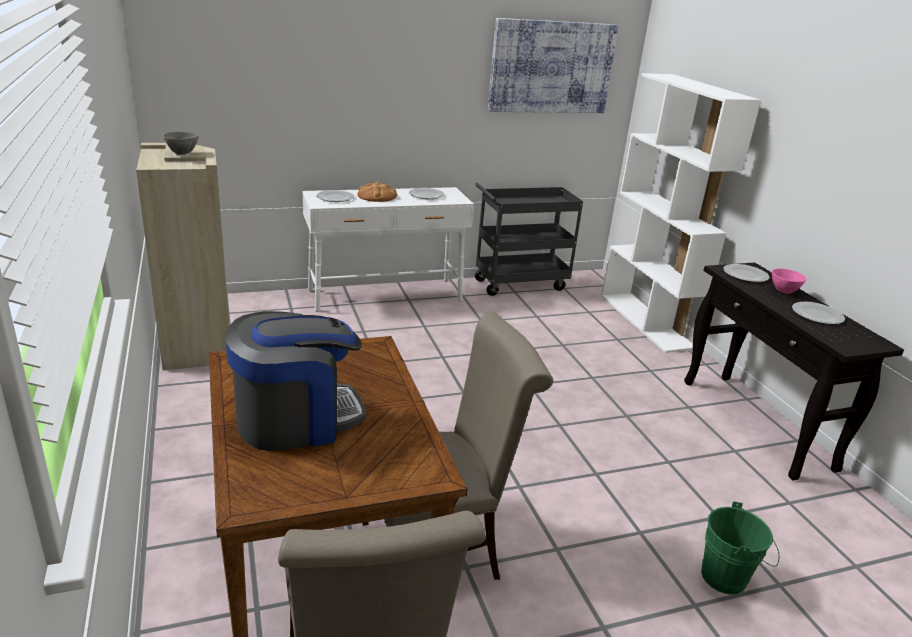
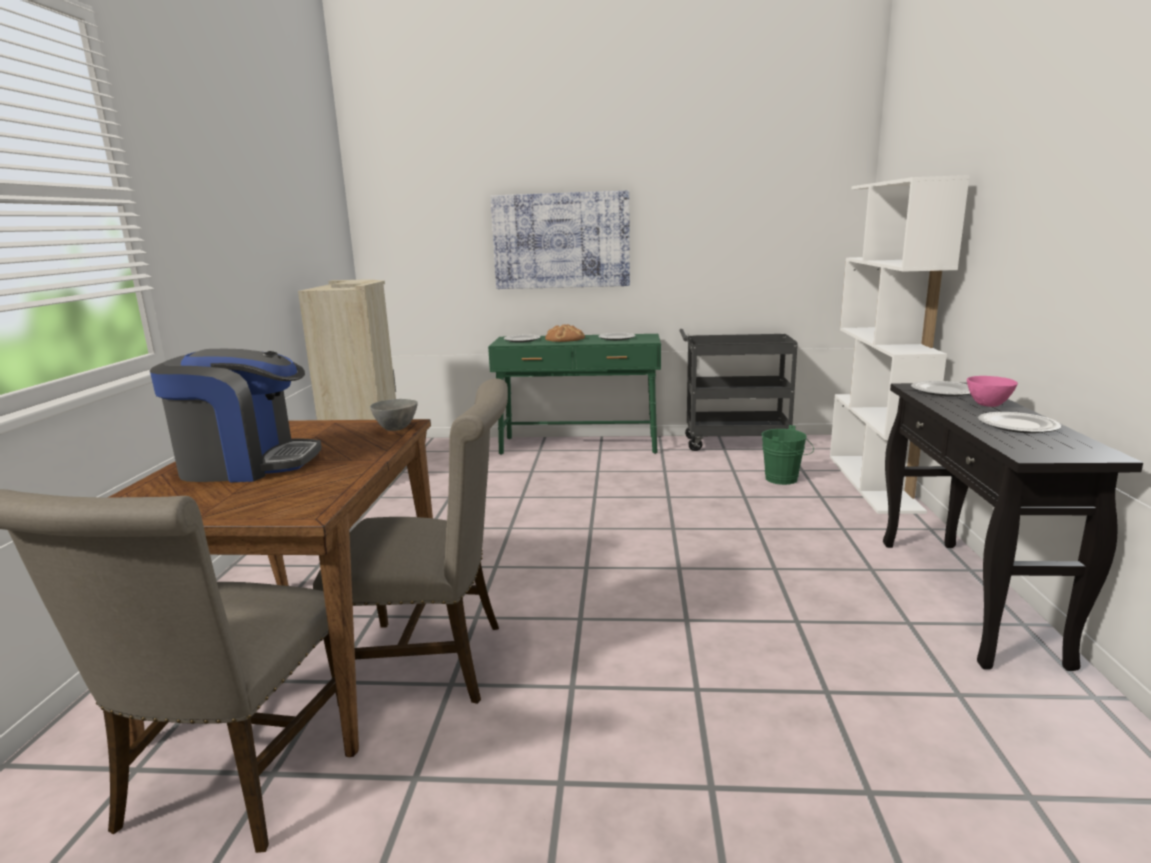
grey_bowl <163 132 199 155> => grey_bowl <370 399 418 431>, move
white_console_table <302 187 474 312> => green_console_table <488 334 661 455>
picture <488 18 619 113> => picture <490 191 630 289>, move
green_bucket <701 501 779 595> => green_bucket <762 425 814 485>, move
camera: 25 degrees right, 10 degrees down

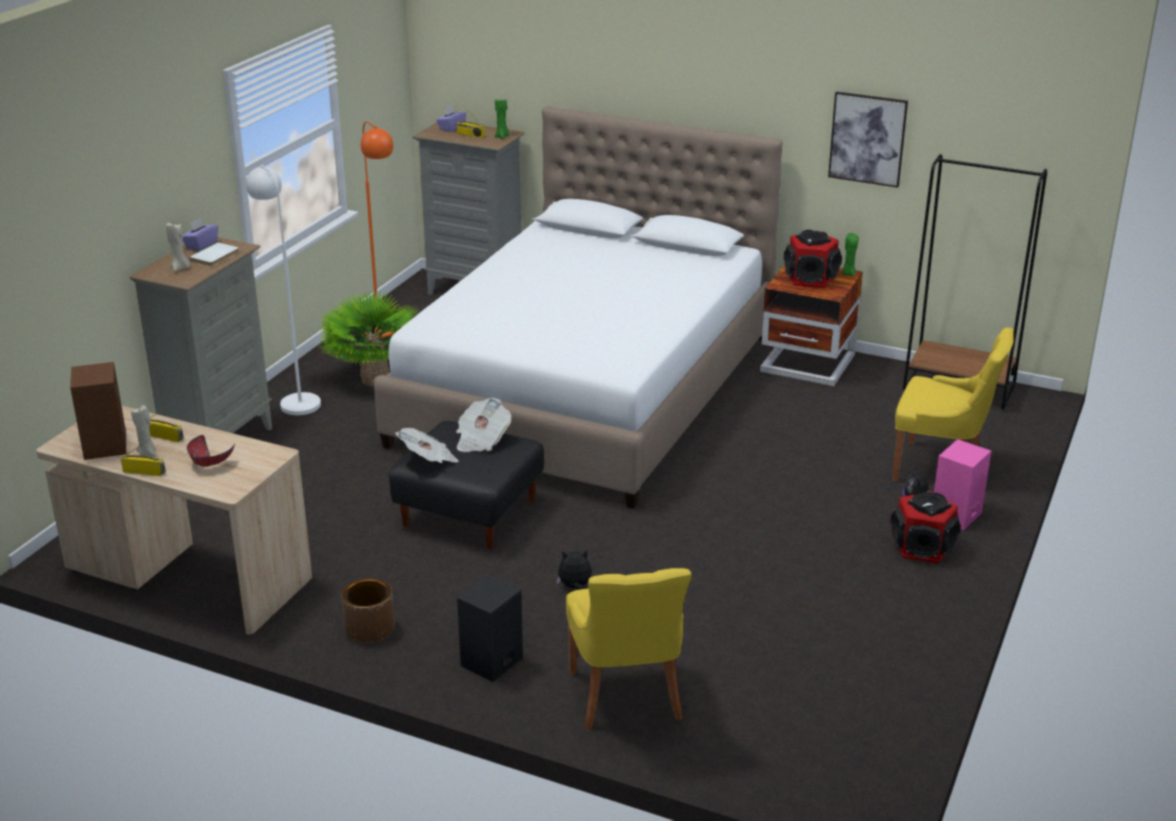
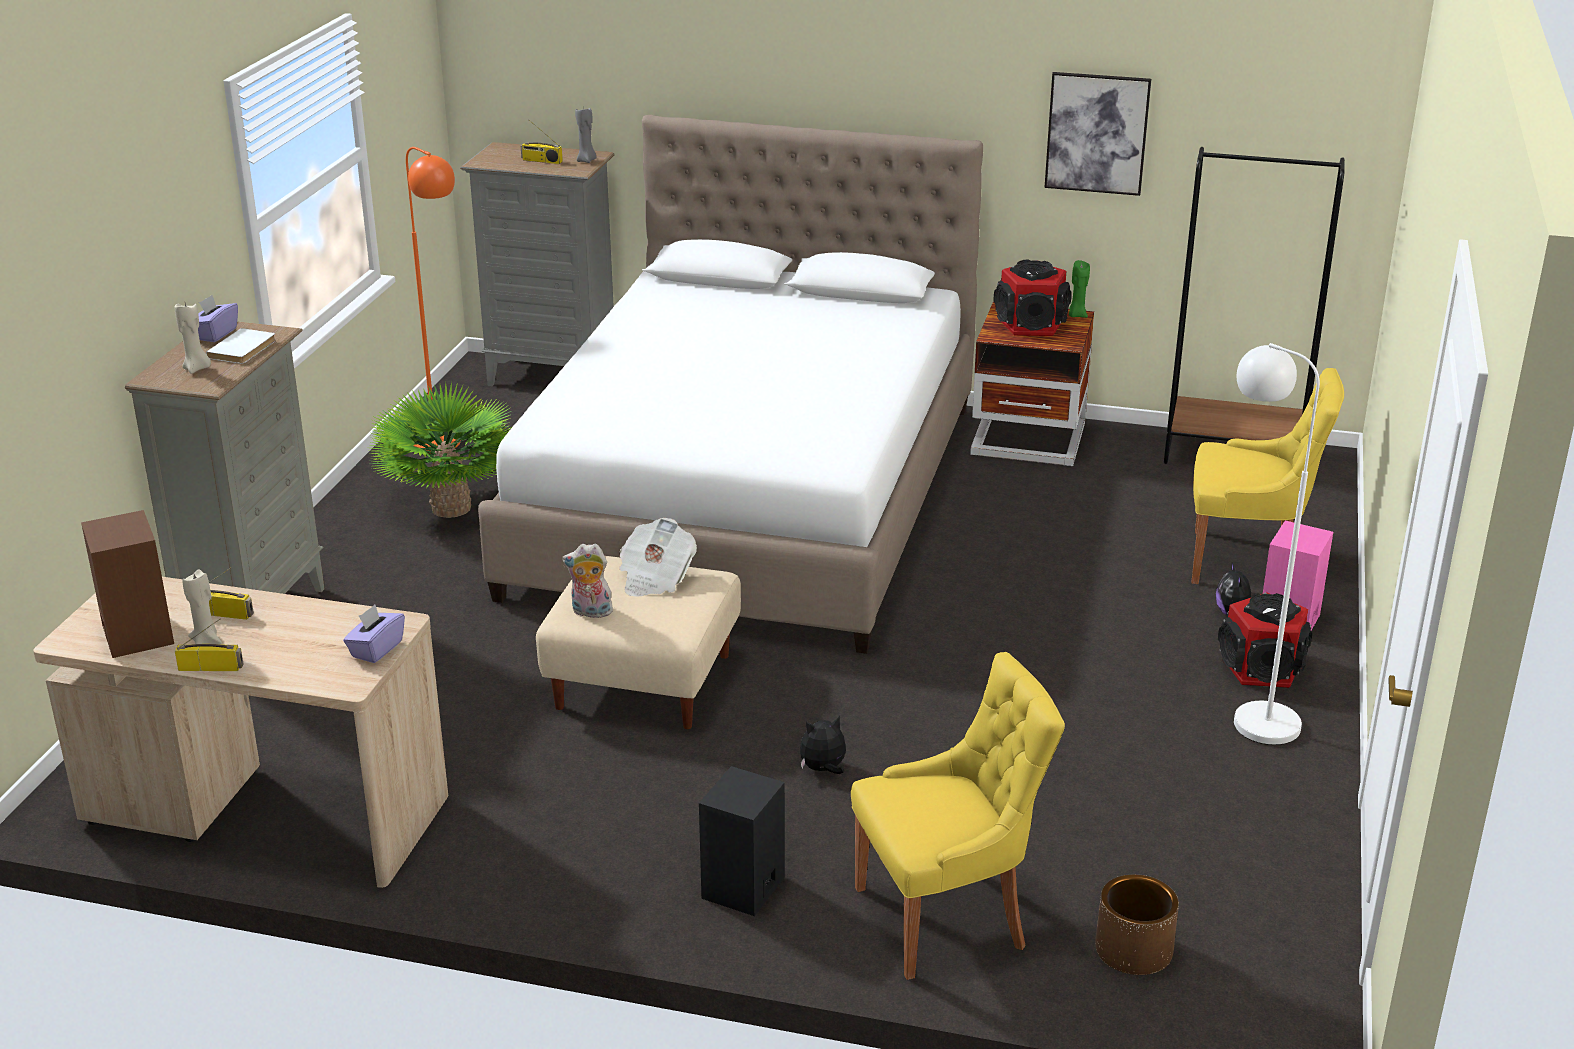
purple_tissue_box <436 106 466 132> => purple_tissue_box <343 605 405 663>, move
black_ottoman <389 421 544 549> => beige_ottoman <536 556 741 729>
newspaper <395 428 459 463> => plush_toy <562 544 615 618>
green_candle <495 99 510 139> => grey_candle <575 107 597 163>
yellow_chair <566 568 692 730> => yellow_chair <851 652 1065 980>, 90 degrees counterclockwise
brown_planter <341 578 395 643> => brown_planter <1095 874 1179 975>, move
white_floor_lamp <246 165 321 416> => white_floor_lamp <1234 343 1320 745>, move
red_bowl <187 435 235 467> => nothing
camera: 10 degrees left, 0 degrees up

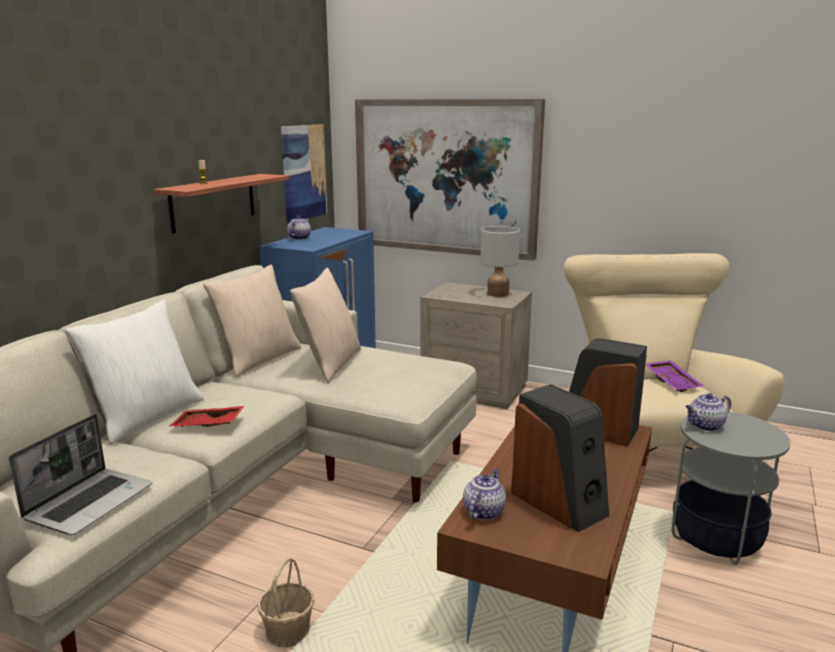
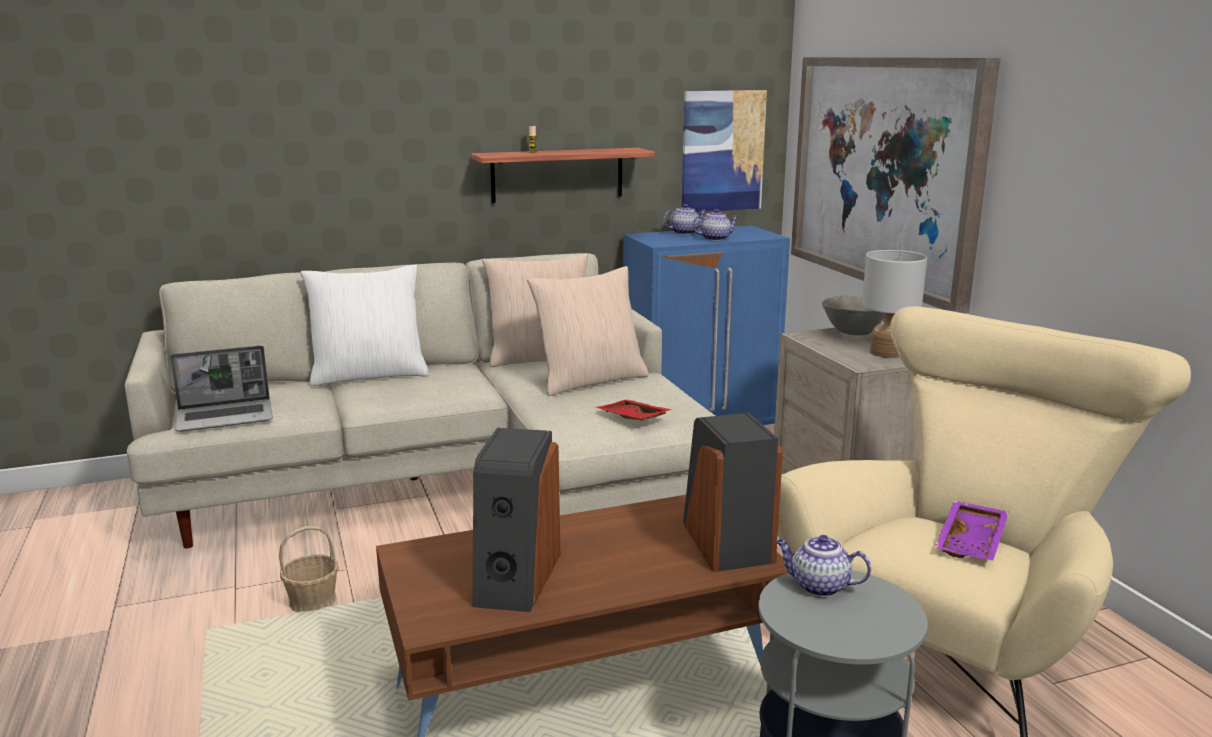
red_tray <169 406 245 427> => red_tray <596 399 673 420>, move
teapot <463 469 506 520> => teapot <692 209 739 241>, move
nothing => grey_bowl <822 296 884 335>
camera: 45 degrees right, 0 degrees up

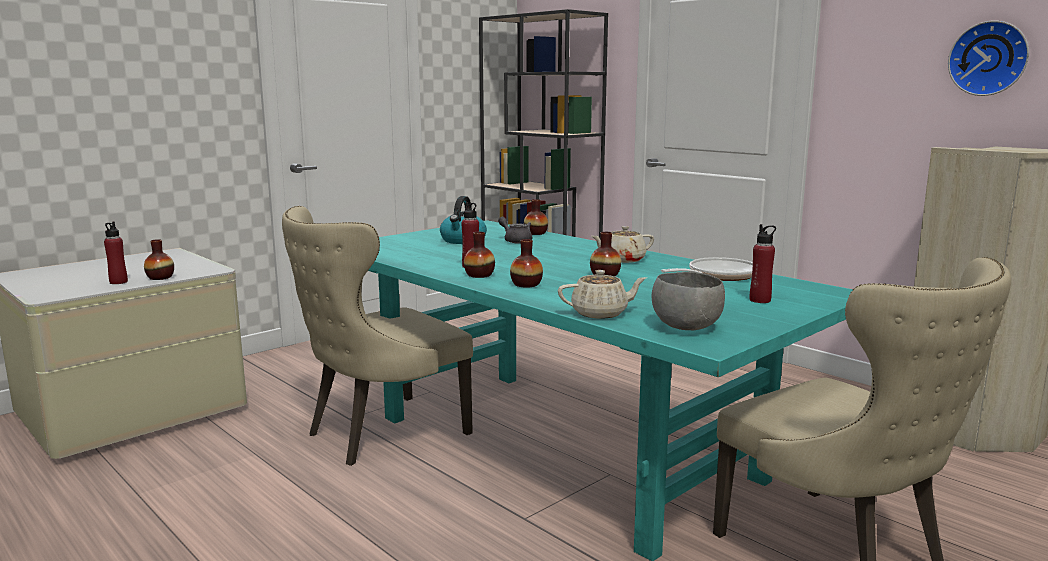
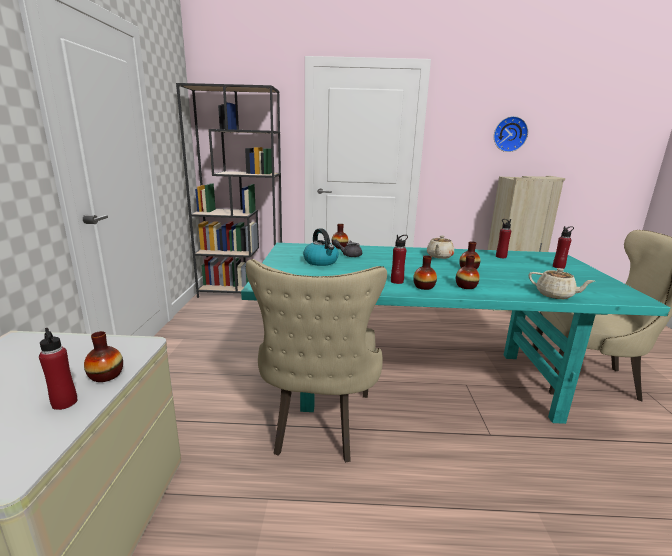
frying_pan <661 257 753 281> => red_bottle <496 219 511 258>
beige_teapot <558 270 646 318> => beige_teapot <529 268 594 299>, 90 degrees clockwise
grey_bowl <651 272 725 330> => nothing
camera: 45 degrees left, 5 degrees up

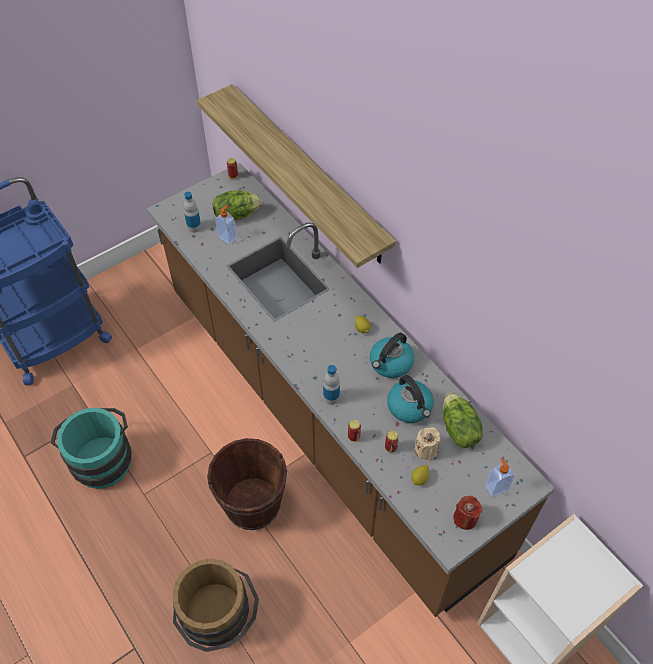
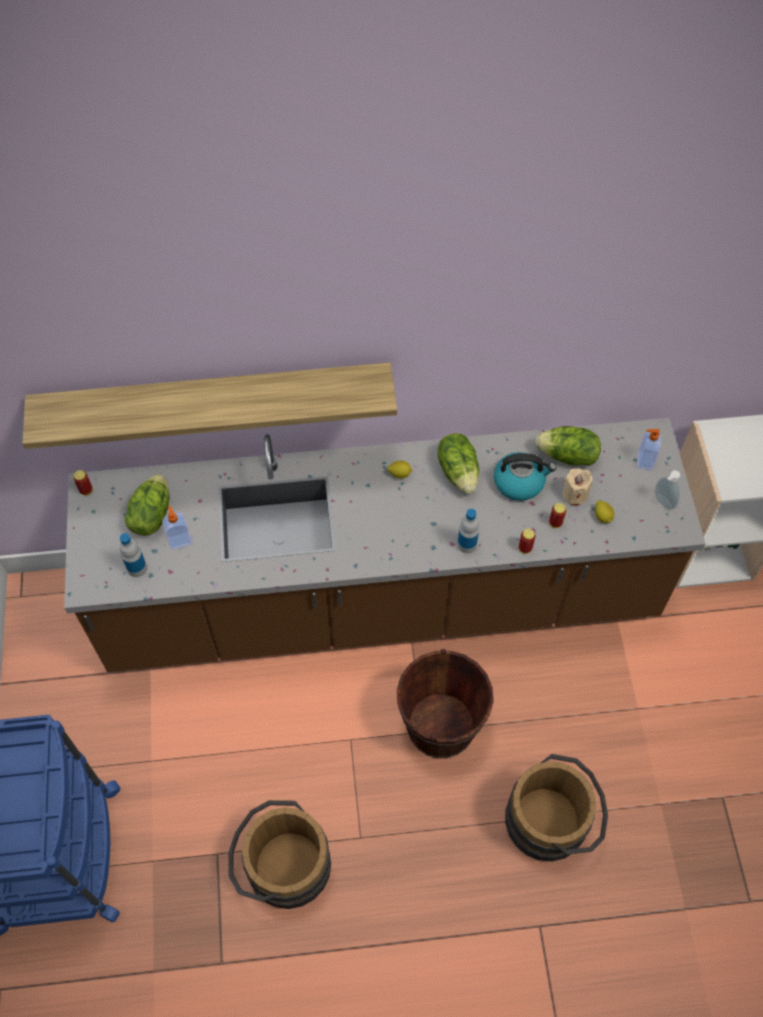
turquoise_bucket <51 408 132 489> => brown_bucket <228 800 331 909>
kettle <370 333 414 378> => lettuce <438 433 479 494>
red_candle <453 496 482 530> => soap_dispenser <655 470 680 509>
camera: 60 degrees left, 5 degrees up

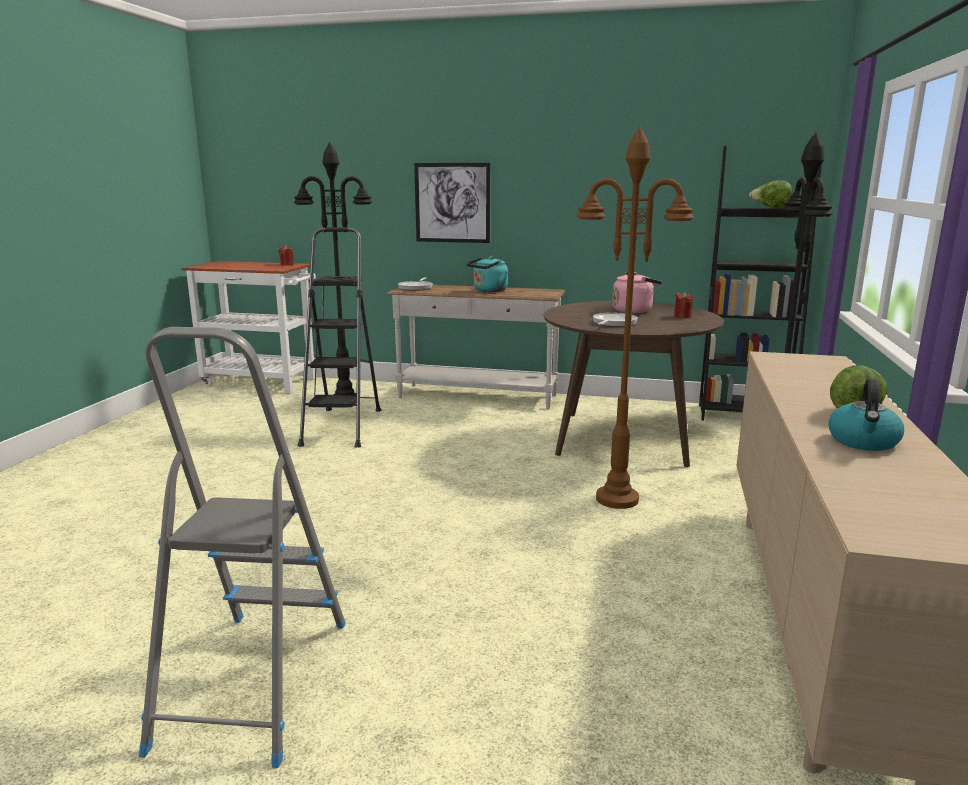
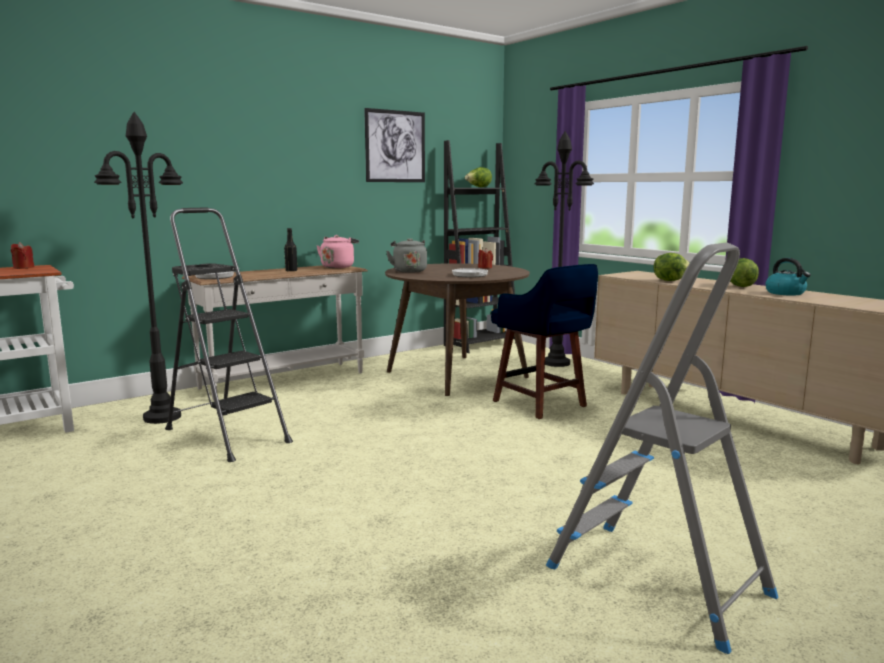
turquoise_kettle <467 256 508 292> => black_bottle <284 228 297 272>
pink_kettle <612 272 662 313> => pink_kettle <317 235 359 268>, move
picture <414 163 490 243> => picture <364 108 425 182>, move
nothing => grey_kettle <386 238 427 273>
brown_floor_lamp <576 127 694 509> => blue_stool <491 264 598 419>
nothing => lettuce <654 253 690 281>
camera: 50 degrees left, 5 degrees down

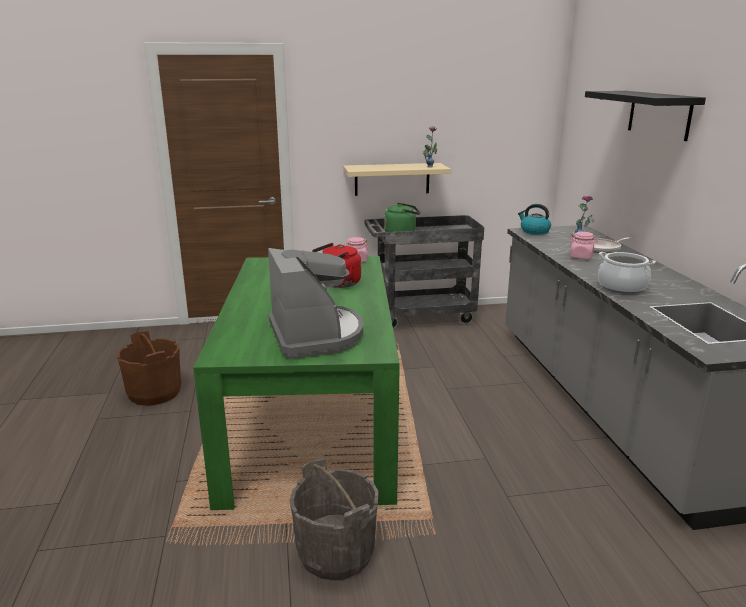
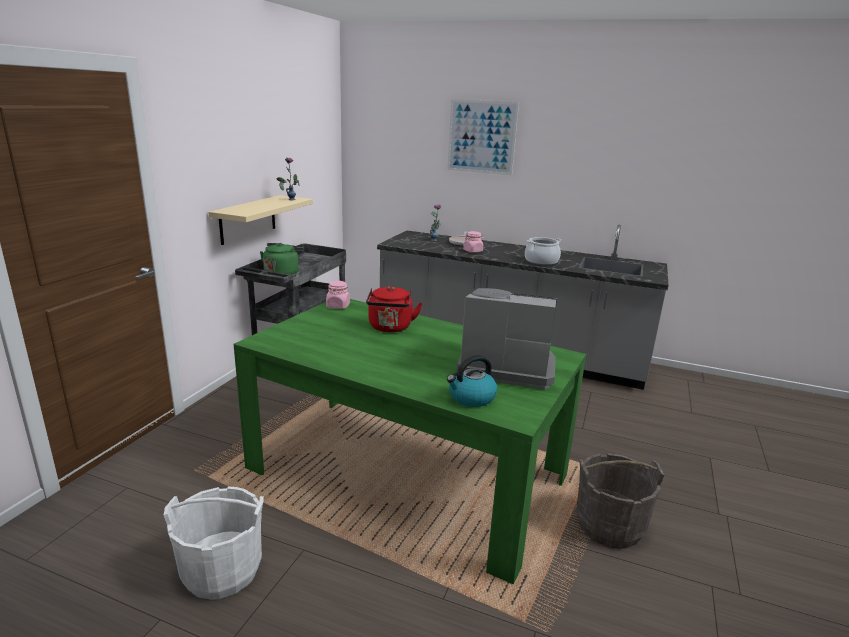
brown_bucket <117 331 181 406> => white_bucket <164 486 264 600>
black_shelf <585 91 706 141> => picture <447 99 519 175>
kettle <518 204 551 235> => kettle <447 355 497 407>, move
camera: 60 degrees left, 0 degrees up

